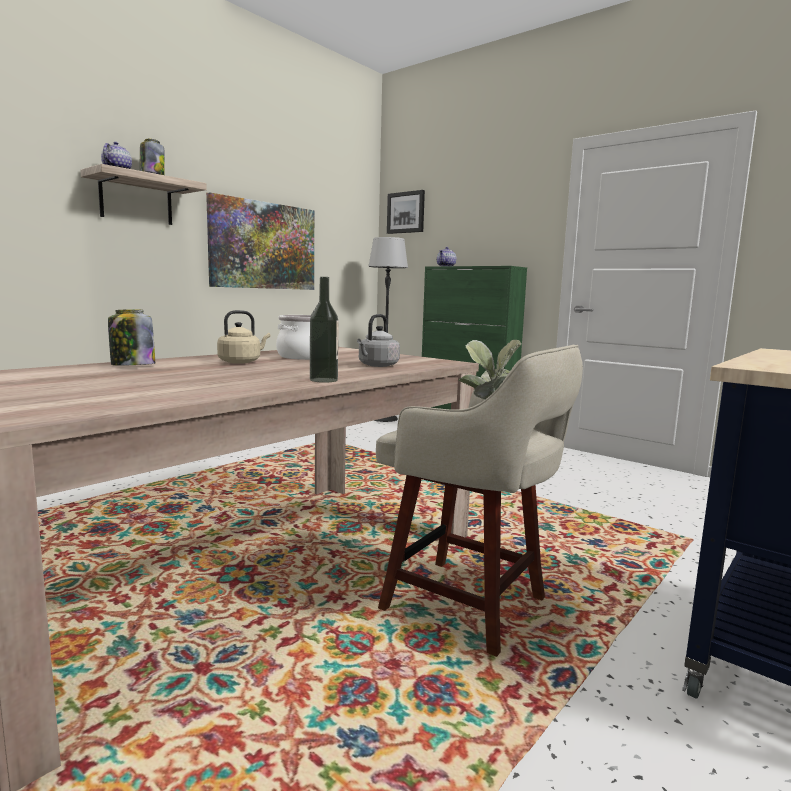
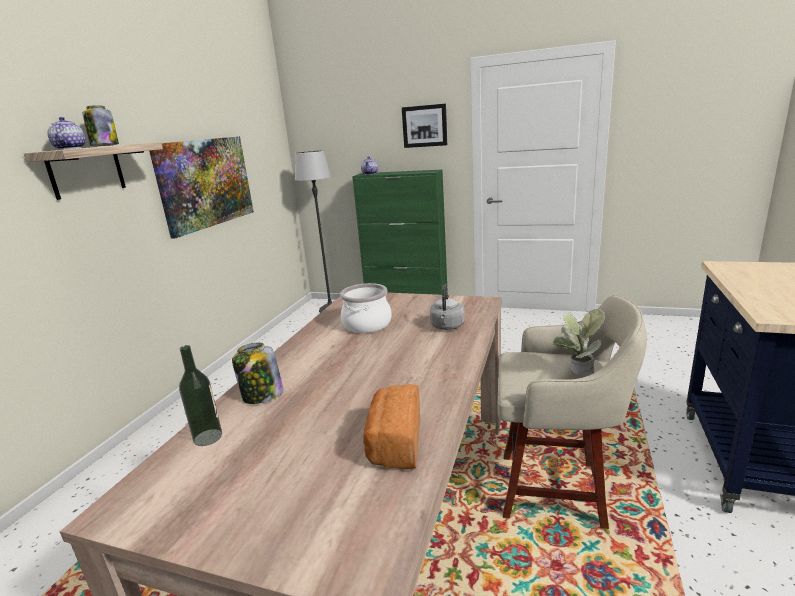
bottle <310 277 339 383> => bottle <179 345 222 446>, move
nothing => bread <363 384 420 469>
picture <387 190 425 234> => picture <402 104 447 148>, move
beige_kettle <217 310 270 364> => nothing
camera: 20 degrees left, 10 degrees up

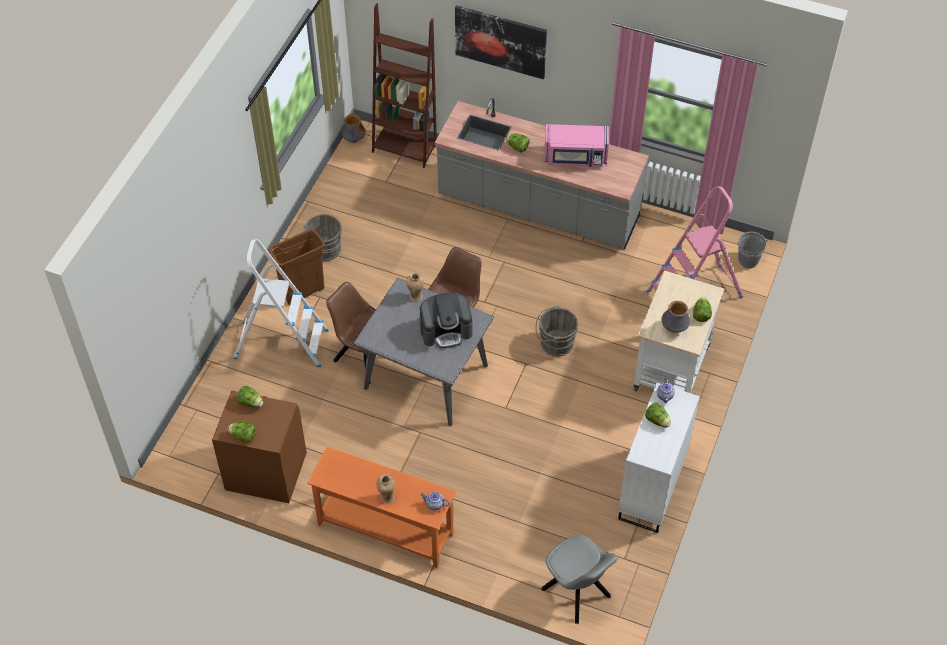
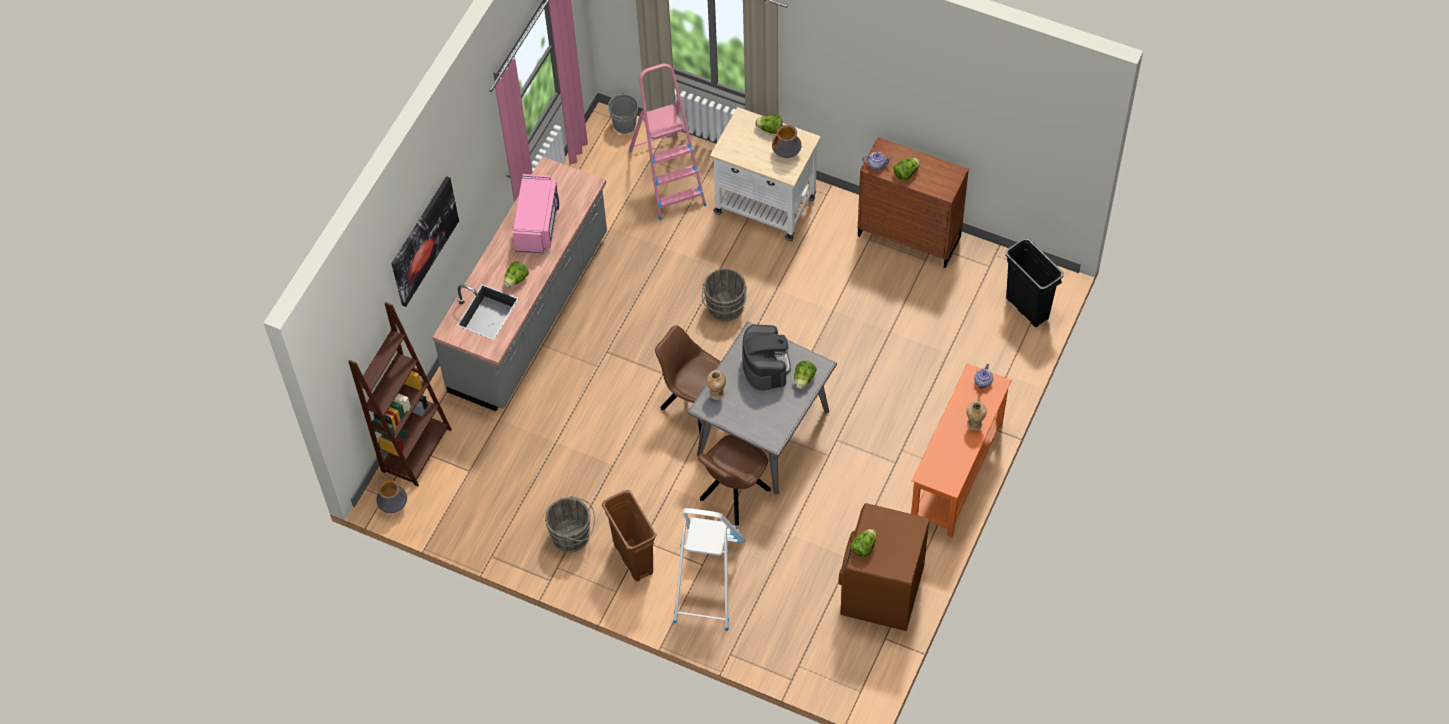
lettuce <227 422 255 443> => lettuce <794 361 817 389>, move
white_dresser <618 383 700 533> => brown_dresser <857 137 969 268>
grey_chair <542 535 618 624> => black_trash_can <1005 238 1064 327>
camera: 85 degrees left, 5 degrees up

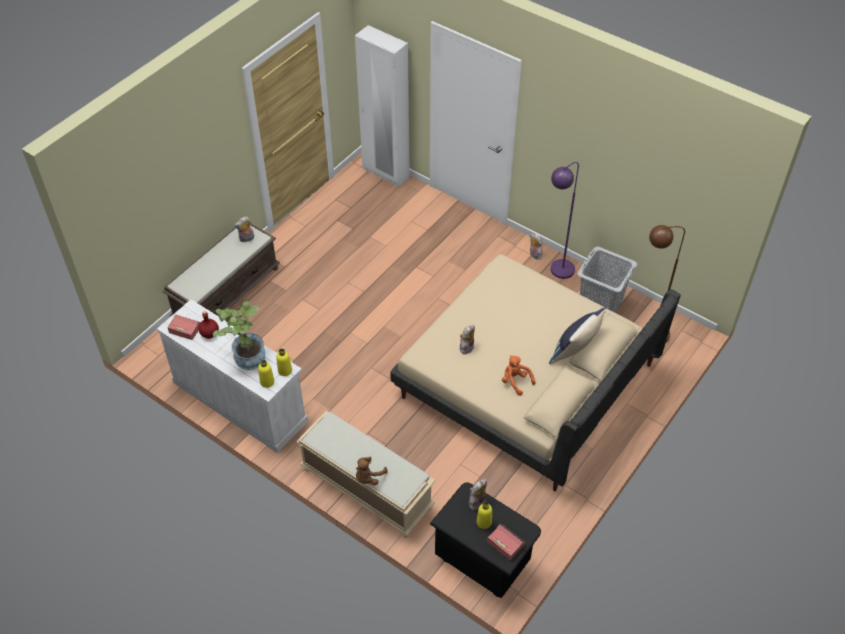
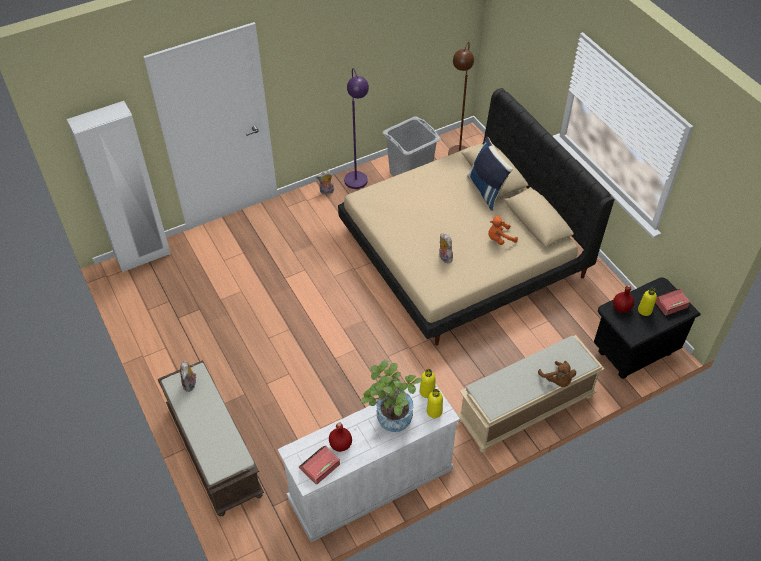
plush_toy <469 479 487 510> => red_bottle <613 285 634 313>
camera: 65 degrees left, 0 degrees up

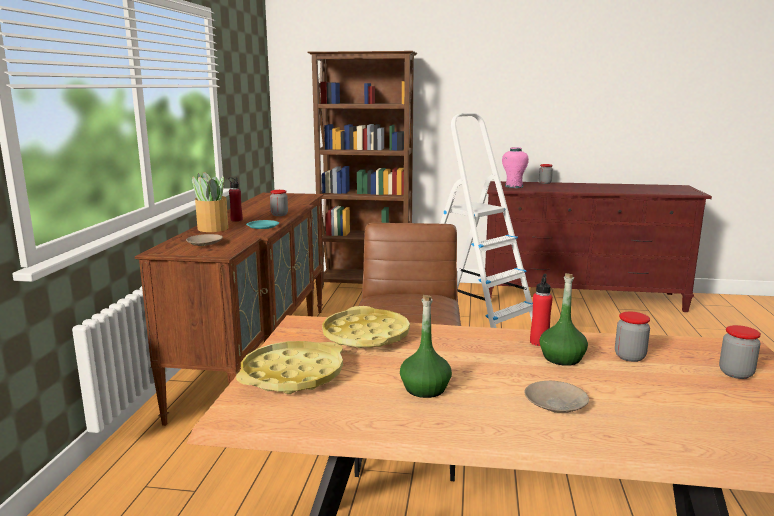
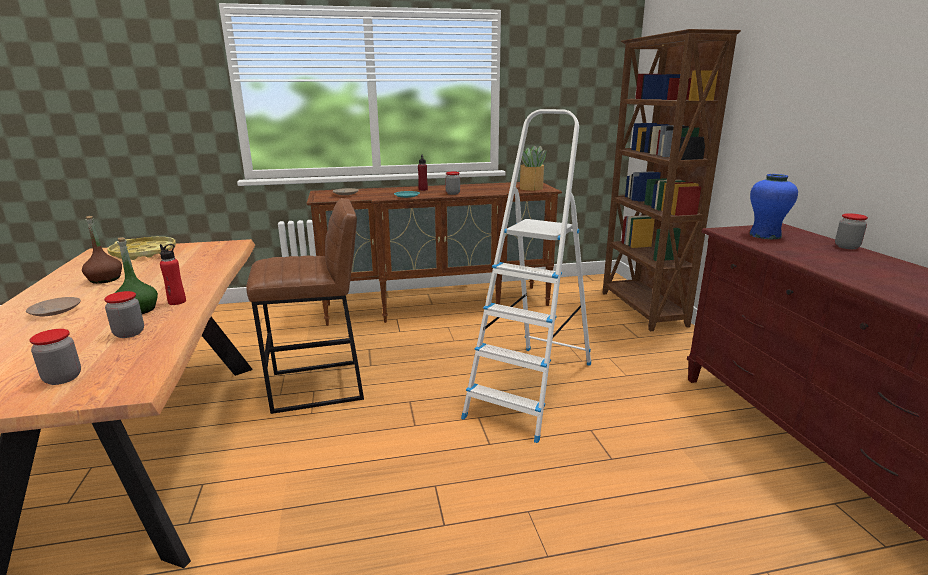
green_bottle <400 295 452 398> => brown_bottle <82 216 122 284>
potted_plant <190 172 228 232> => potted_plant <520 146 547 191>, move
pink_vase <502 147 529 188> => blue_vase <750 174 798 239>
yellow_tray <322 306 410 348> => nothing
camera: 70 degrees right, 5 degrees up

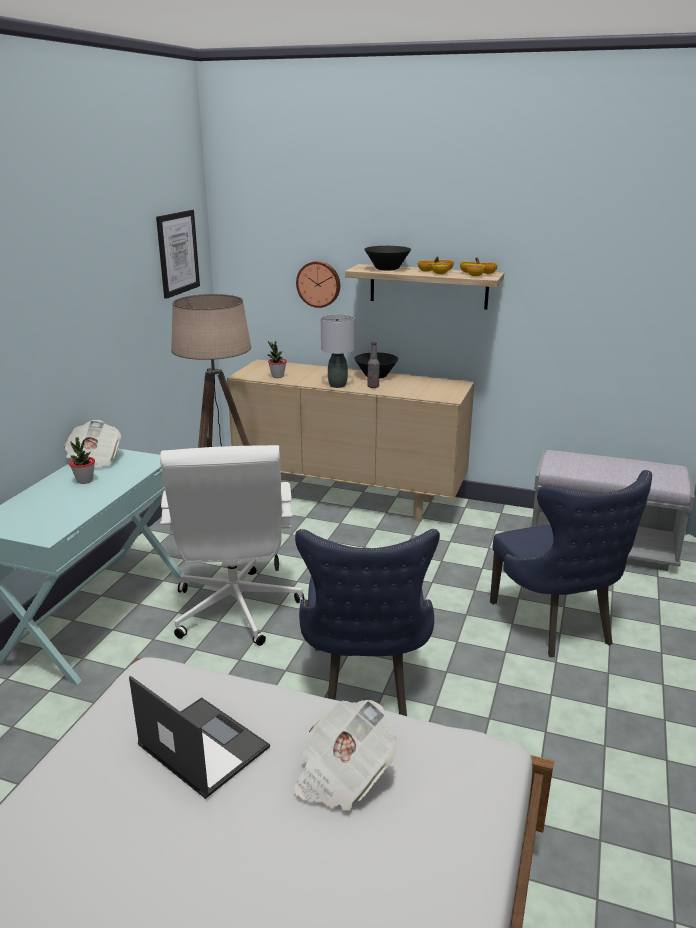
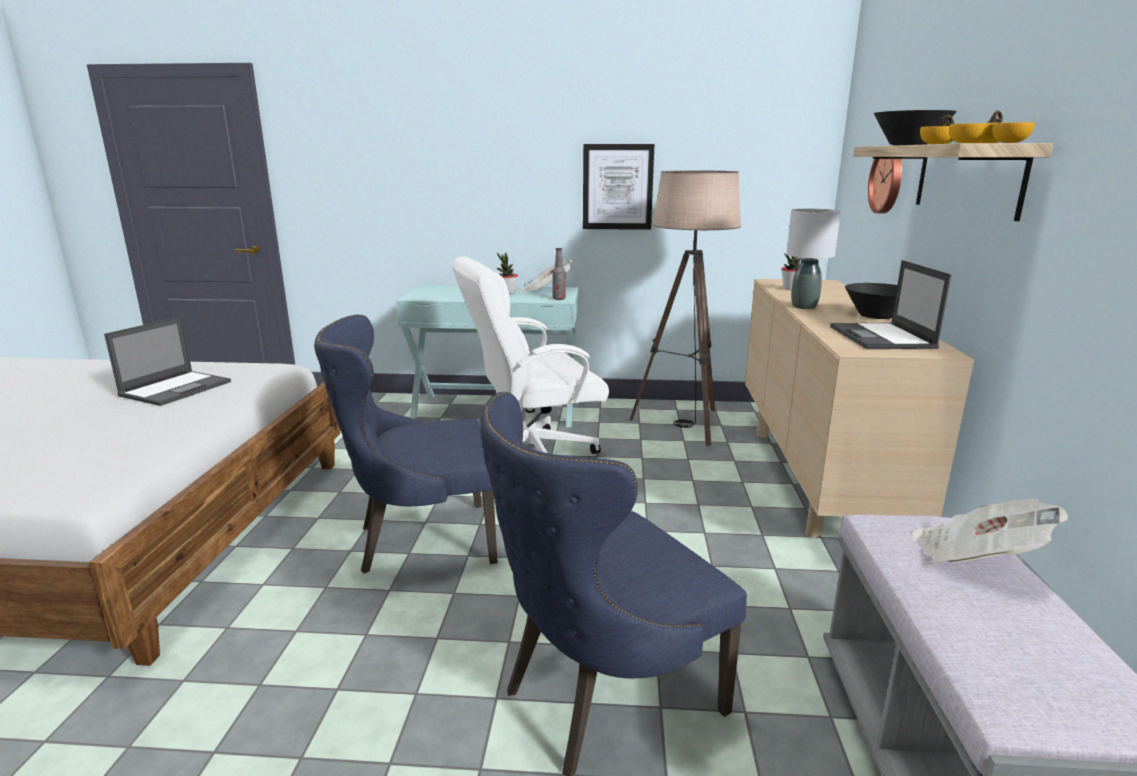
bottle <367 342 379 388> => bottle <553 248 566 300>, move
picture <156 210 200 299> => picture <583 144 654 230>, move
nothing => laptop <830 260 951 349>
newspaper <294 700 397 811> => newspaper <912 498 1068 564>, move
camera: 75 degrees right, 5 degrees down

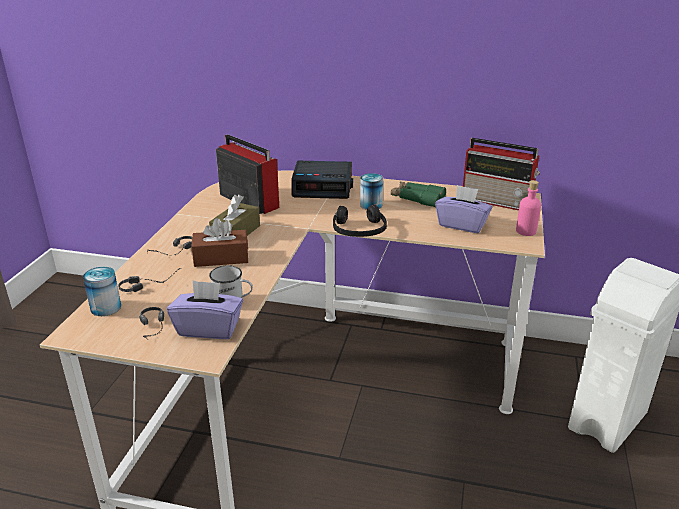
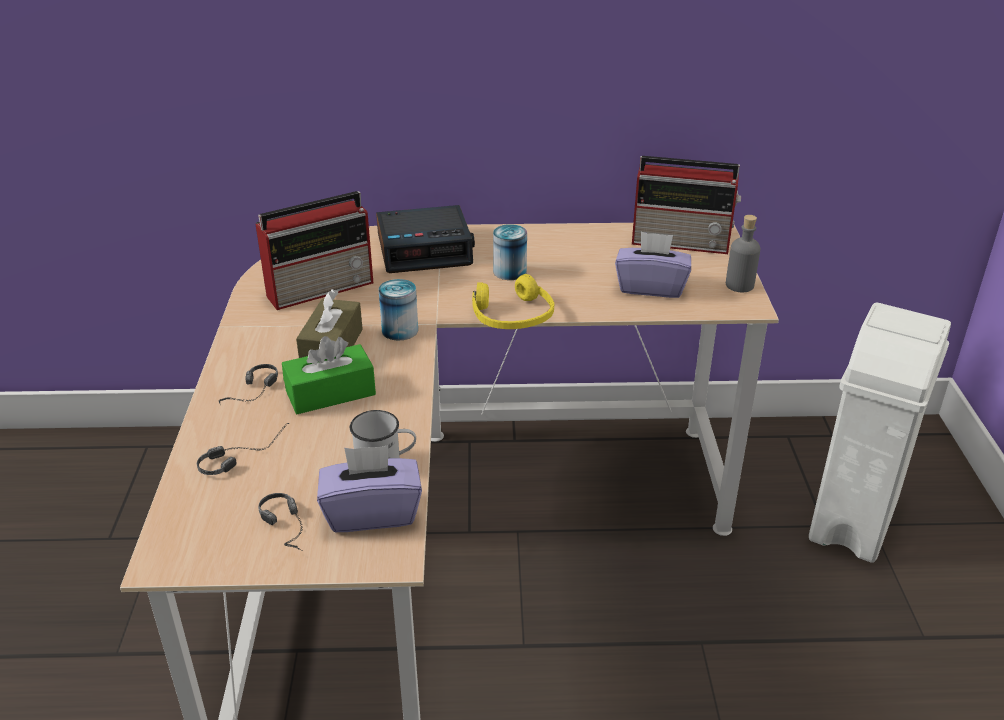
radio <216 134 279 214> => radio <255 191 373 310>, 120 degrees clockwise
brown_tissue_box <191 218 248 267> => green_tissue_box <282 336 376 414>
can <83 267 121 316> => can <378 279 418 341>, move
black_headphones <333 204 387 237> => yellow_headphones <472 274 554 329>
pink_bottle <516 180 541 236> => grey_bottle <726 215 760 292>
green_binoculars <391 182 446 208> => nothing
camera: 15 degrees left, 5 degrees up

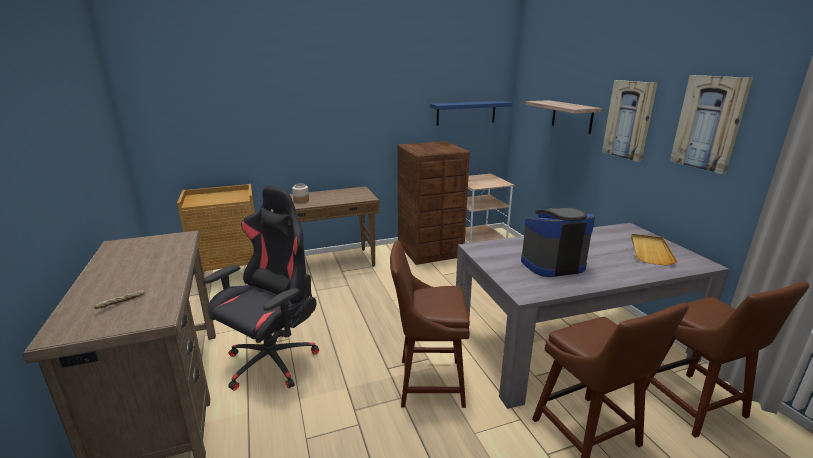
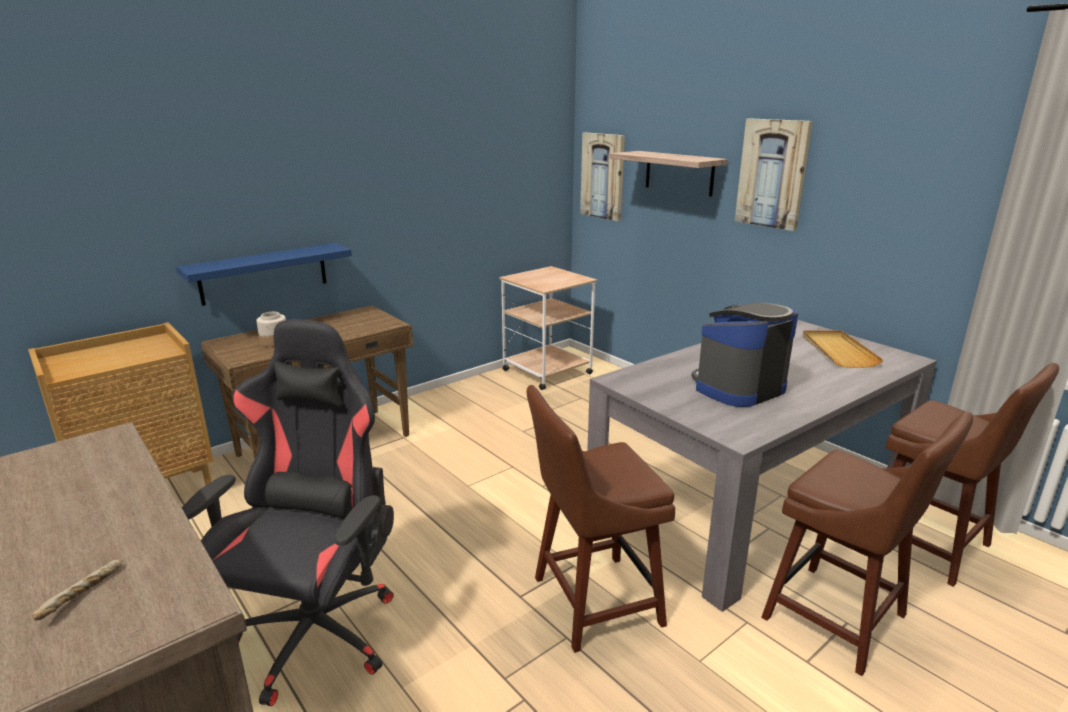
blue_shelf <430 101 513 125> => blue_shelf <176 243 352 306>, move
picture <670 75 753 174> => picture <580 132 625 221>, move
brown_dresser <397 141 470 265> => nothing
camera: 20 degrees left, 0 degrees up

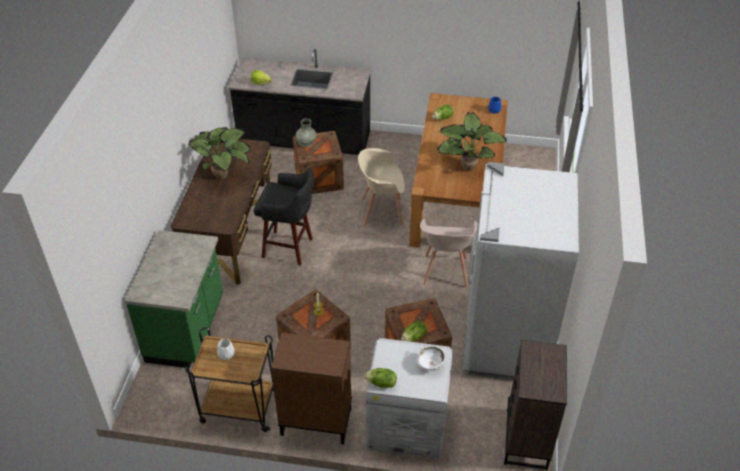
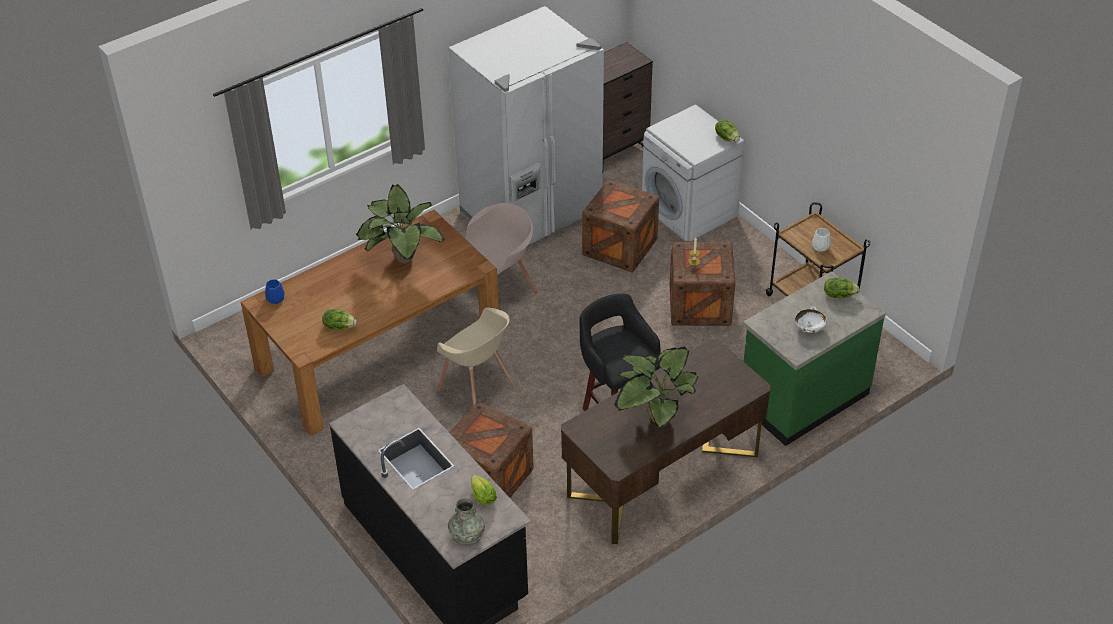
grey_vase <296 118 317 147> => grey_vase <448 498 485 546>, move
white_bowl <418 346 445 371> => white_bowl <795 306 827 333>, move
lettuce <401 321 427 342> => lettuce <824 277 860 298>, move
brown_dresser <271 333 352 444> => nothing
camera: 135 degrees left, 0 degrees up

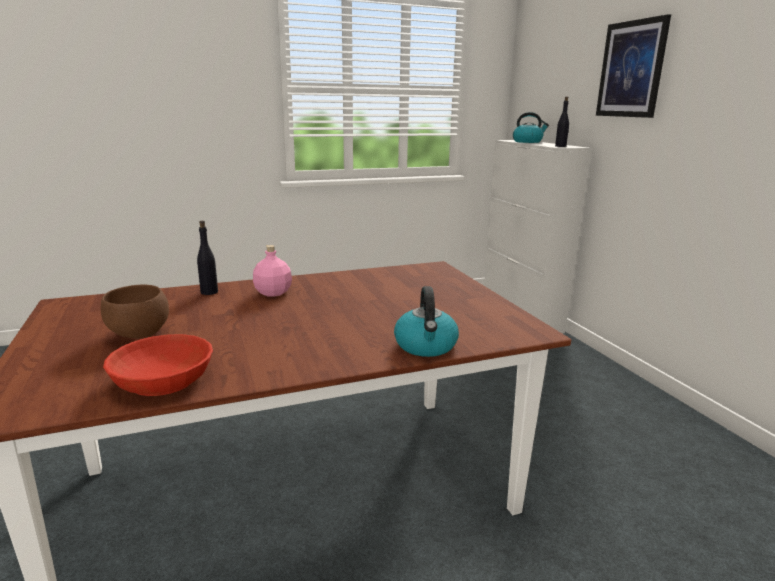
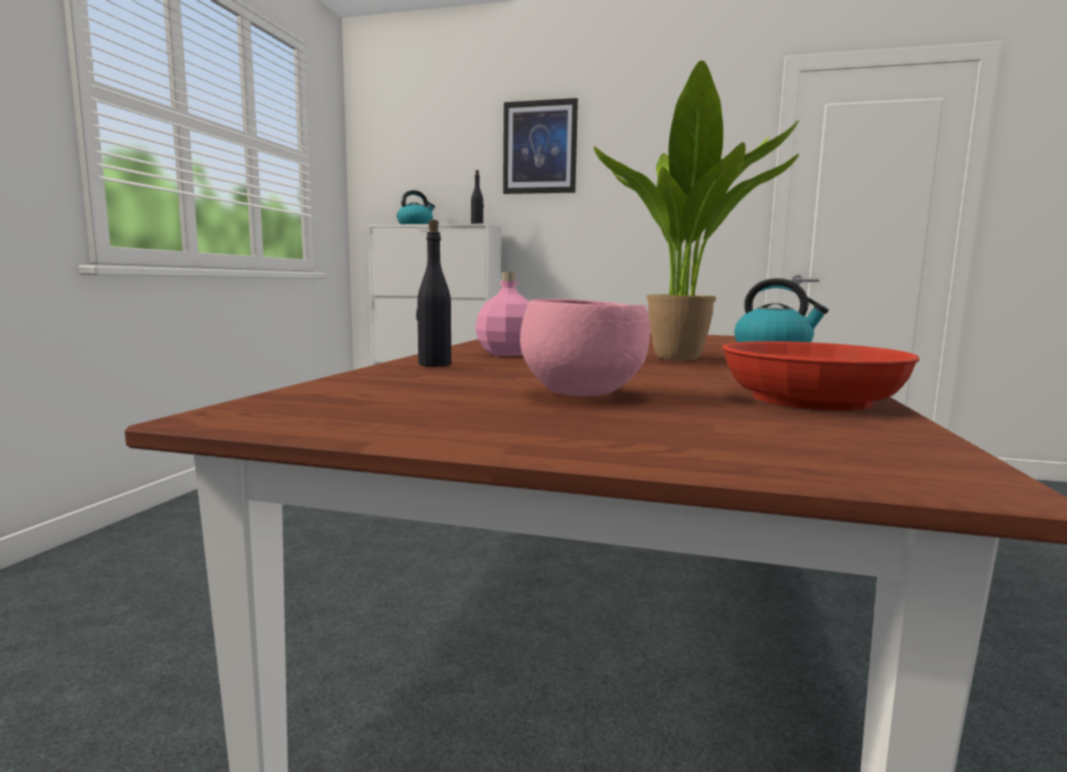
brown_bowl <101 285 169 338> => pink_bowl <520 299 650 396>
nothing => potted_plant <594 60 799 361>
camera: 55 degrees left, 10 degrees down

